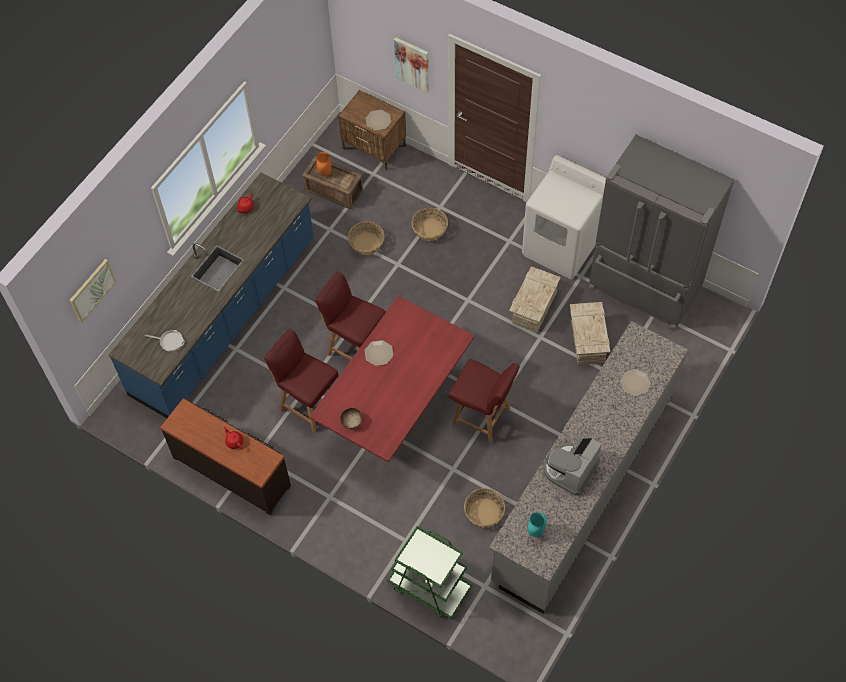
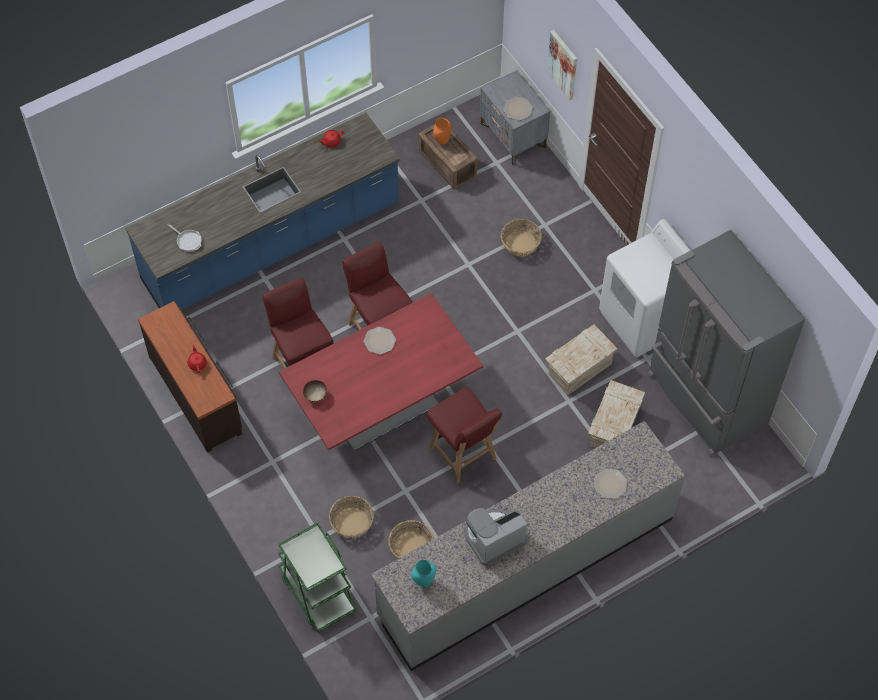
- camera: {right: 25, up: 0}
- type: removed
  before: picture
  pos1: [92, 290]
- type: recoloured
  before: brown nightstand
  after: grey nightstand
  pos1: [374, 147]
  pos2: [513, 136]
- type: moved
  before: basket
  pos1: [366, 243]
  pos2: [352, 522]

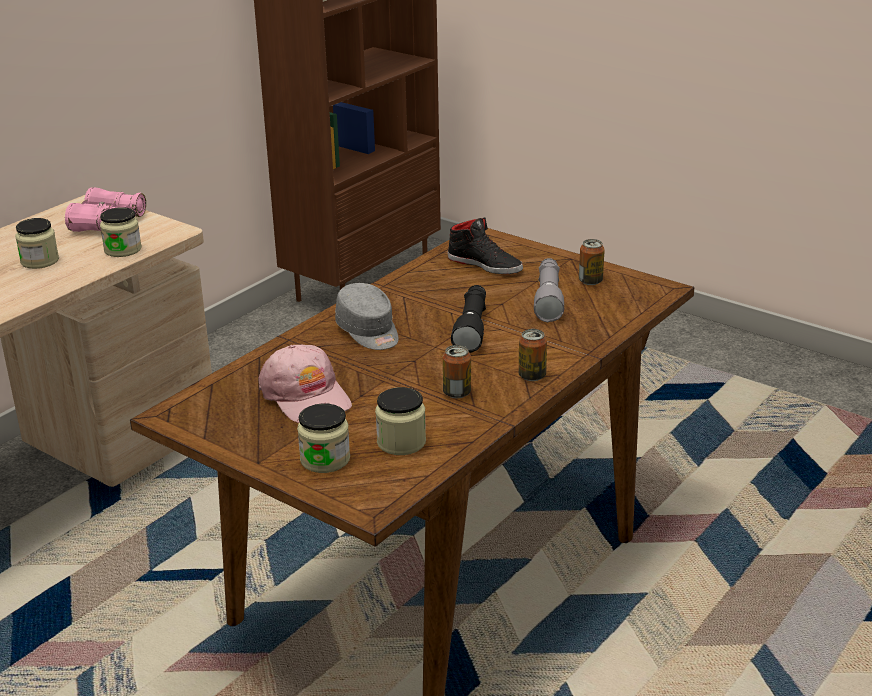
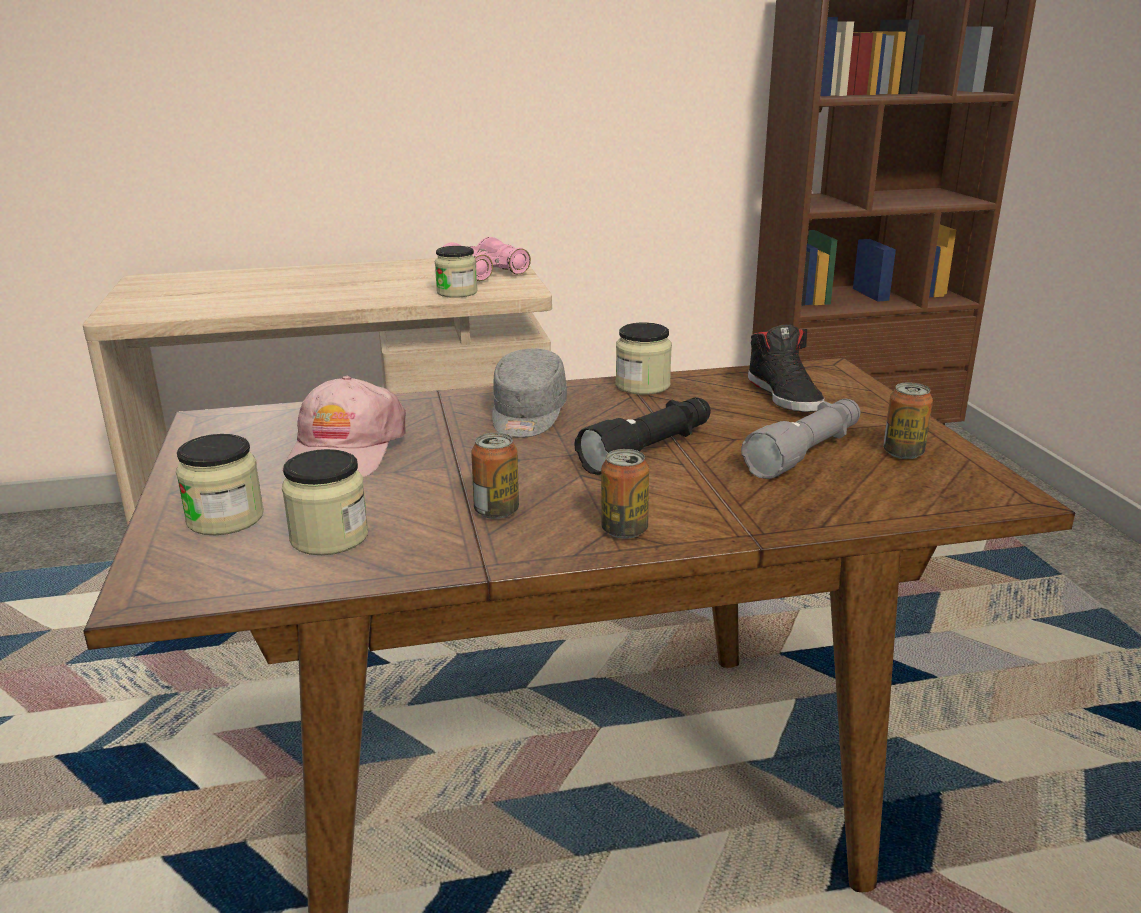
- camera: {right: 40, up: -5}
- type: moved
  before: jar
  pos1: [40, 261]
  pos2: [642, 385]

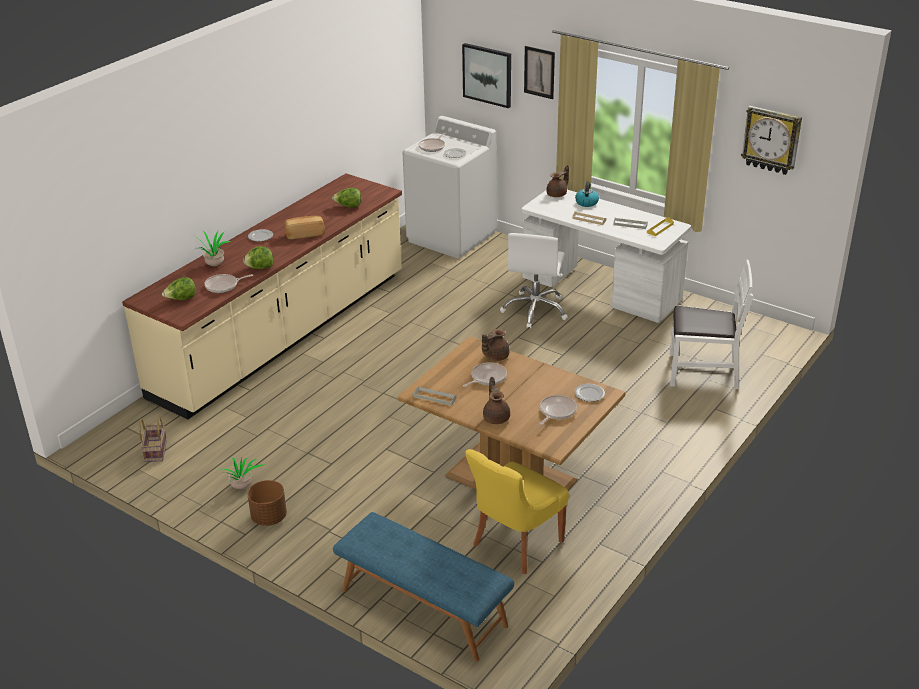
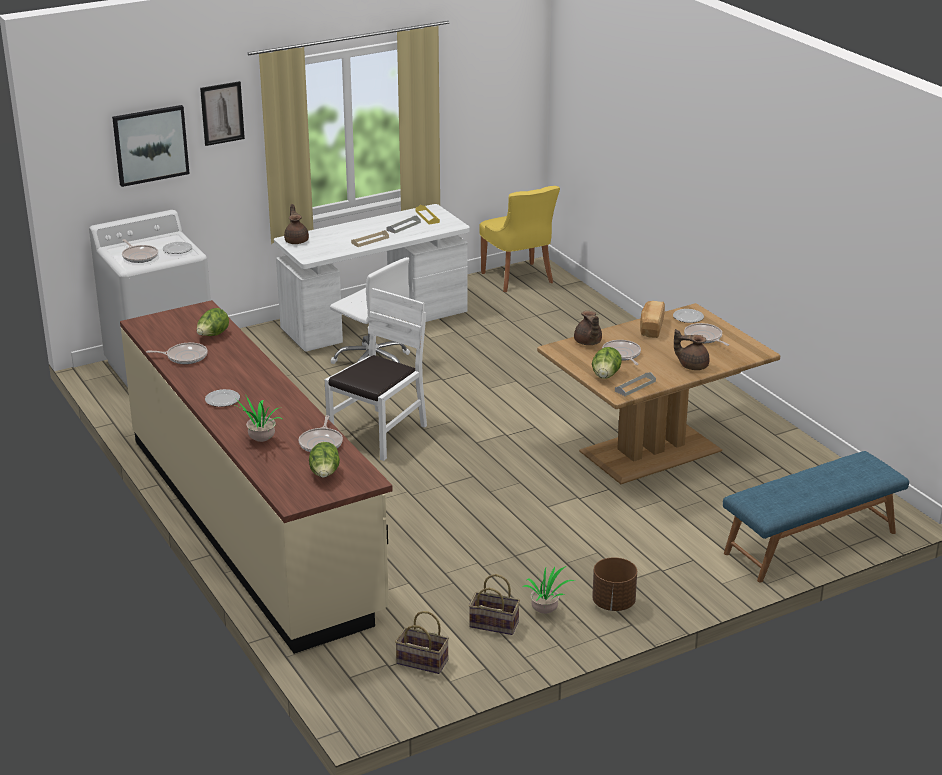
- camera: {right: -65, up: -5}
- type: moved
  before: lettuce
  pos1: [260, 268]
  pos2: [606, 376]
- type: moved
  before: bread
  pos1: [305, 234]
  pos2: [650, 328]
- type: moved
  before: yellow chair
  pos1: [515, 544]
  pos2: [519, 278]
- type: removed
  before: kettle
  pos1: [586, 202]
- type: moved
  before: white chair
  pos1: [702, 371]
  pos2: [379, 434]
- type: removed
  before: wall clock
  pos1: [771, 140]
- type: added
  after: frying pan
  pos2: [184, 357]
- type: added
  after: basket
  pos2: [495, 624]

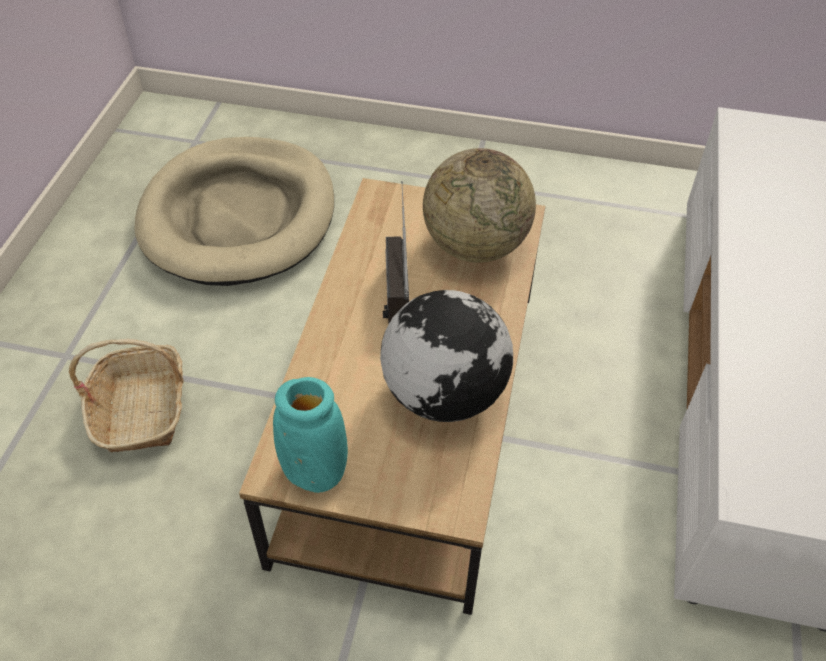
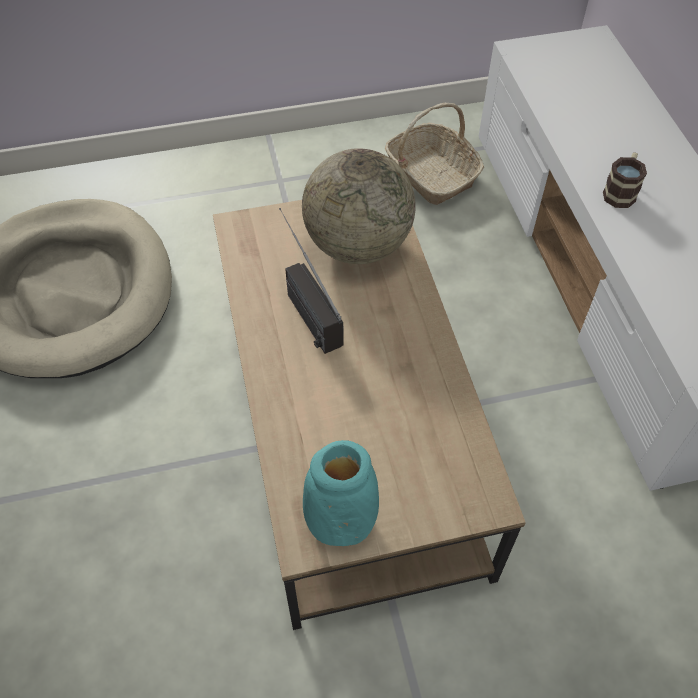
- camera: {right: -25, up: 5}
- type: moved
  before: basket
  pos1: [141, 409]
  pos2: [430, 174]
- type: removed
  before: globe
  pos1: [443, 393]
- type: added
  after: mug
  pos2: [621, 191]

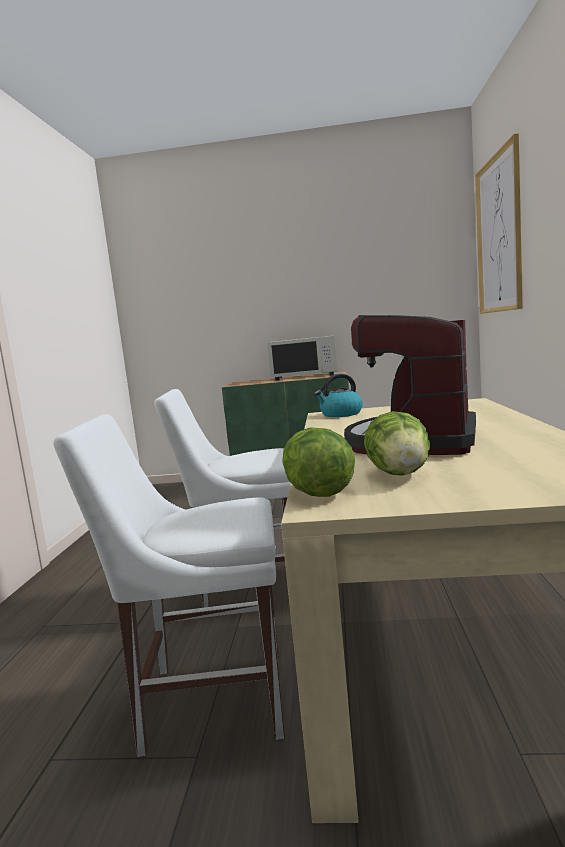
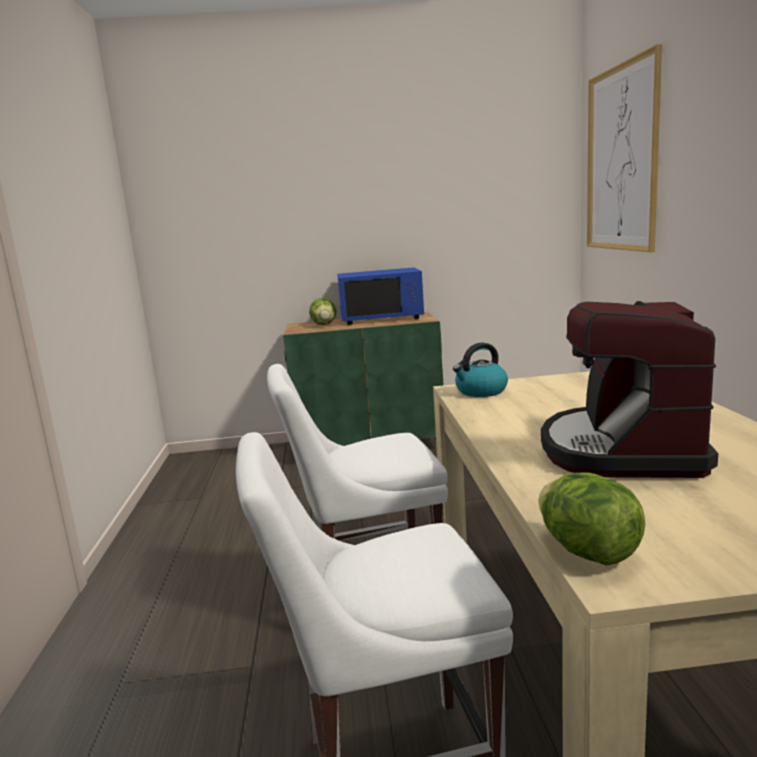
- camera: {right: -10, up: 5}
- type: recoloured
  before: white microwave
  after: blue microwave
  pos1: [305, 376]
  pos2: [381, 318]
- type: moved
  before: lettuce
  pos1: [400, 474]
  pos2: [324, 325]

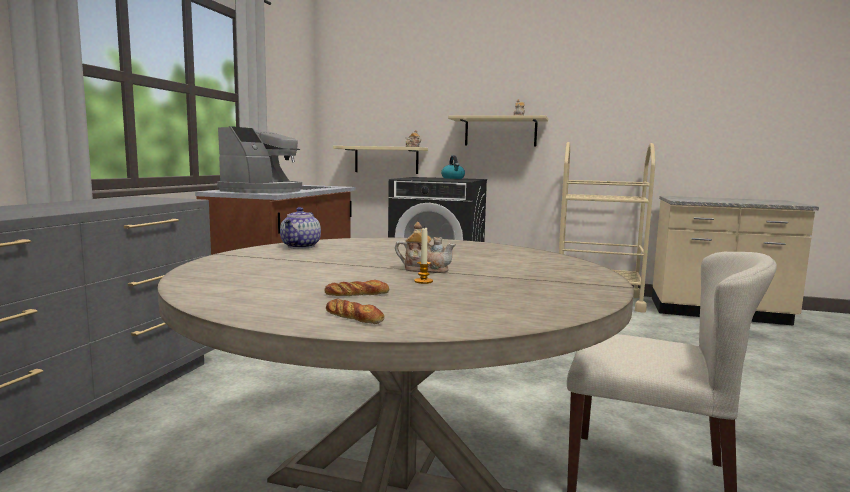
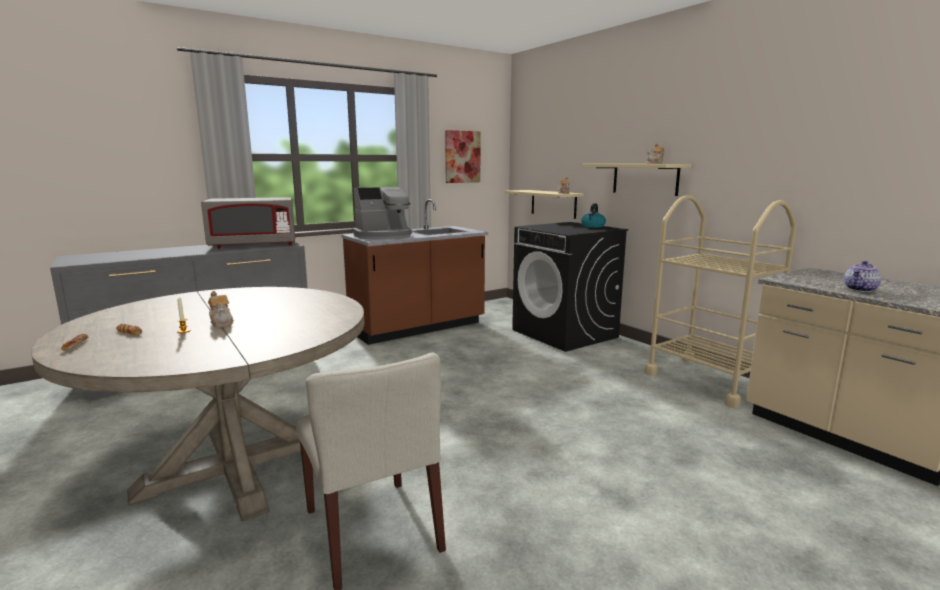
- camera: {right: 40, up: 5}
- type: moved
  before: teapot
  pos1: [301, 246]
  pos2: [861, 290]
- type: added
  after: grey microwave
  pos2: [254, 245]
- type: added
  after: picture
  pos2: [462, 157]

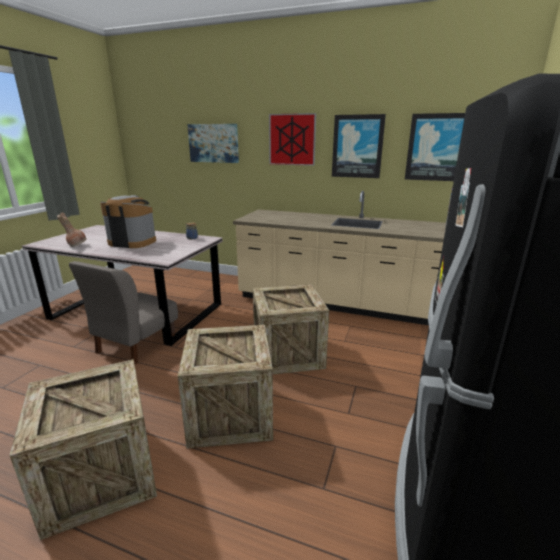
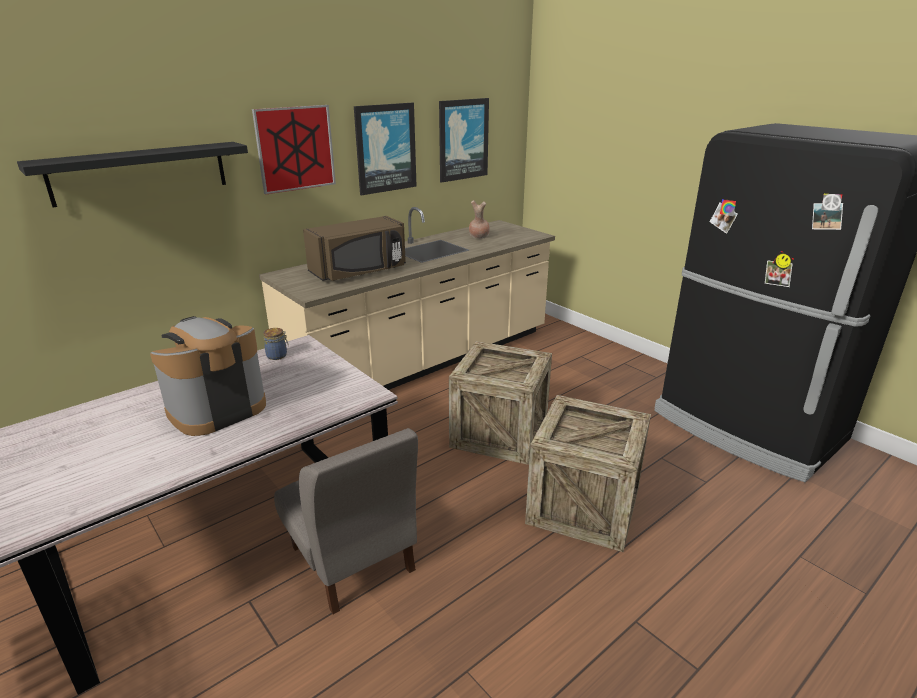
- camera: {right: -60, up: 5}
- type: removed
  before: crate
  pos1: [101, 475]
- type: moved
  before: brown vase
  pos1: [76, 245]
  pos2: [478, 237]
- type: replaced
  before: picture
  after: black shelf
  pos1: [213, 143]
  pos2: [140, 173]
- type: added
  after: brown microwave
  pos2: [360, 271]

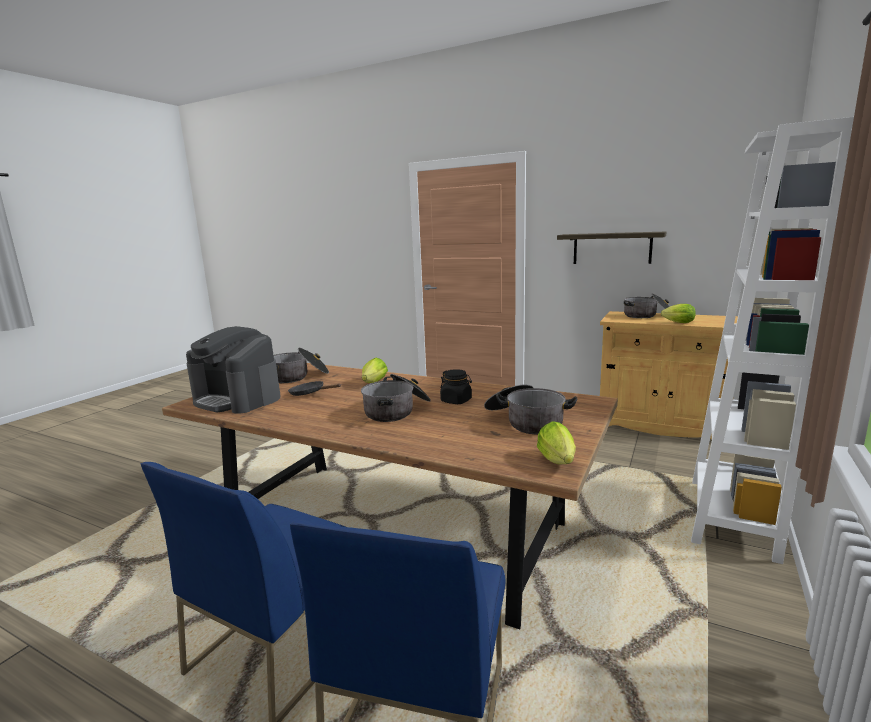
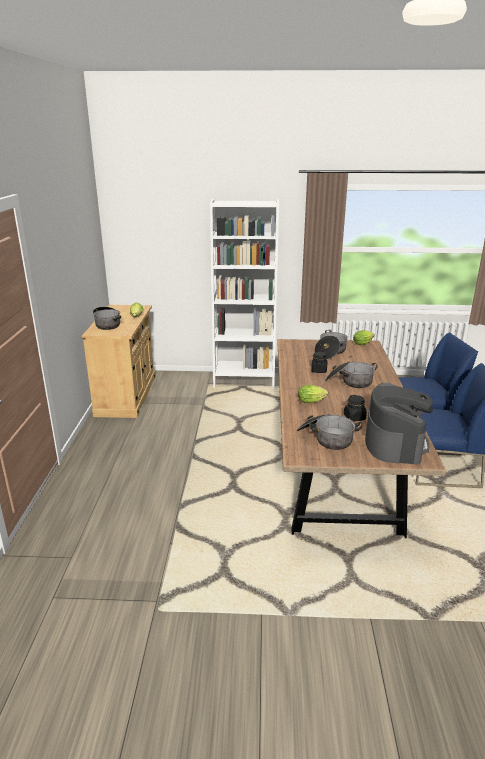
- camera: {right: -115, up: 10}
- type: replaced
  before: black frying pan
  after: black jar
  pos1: [310, 393]
  pos2: [354, 417]
- type: removed
  before: shelf
  pos1: [612, 248]

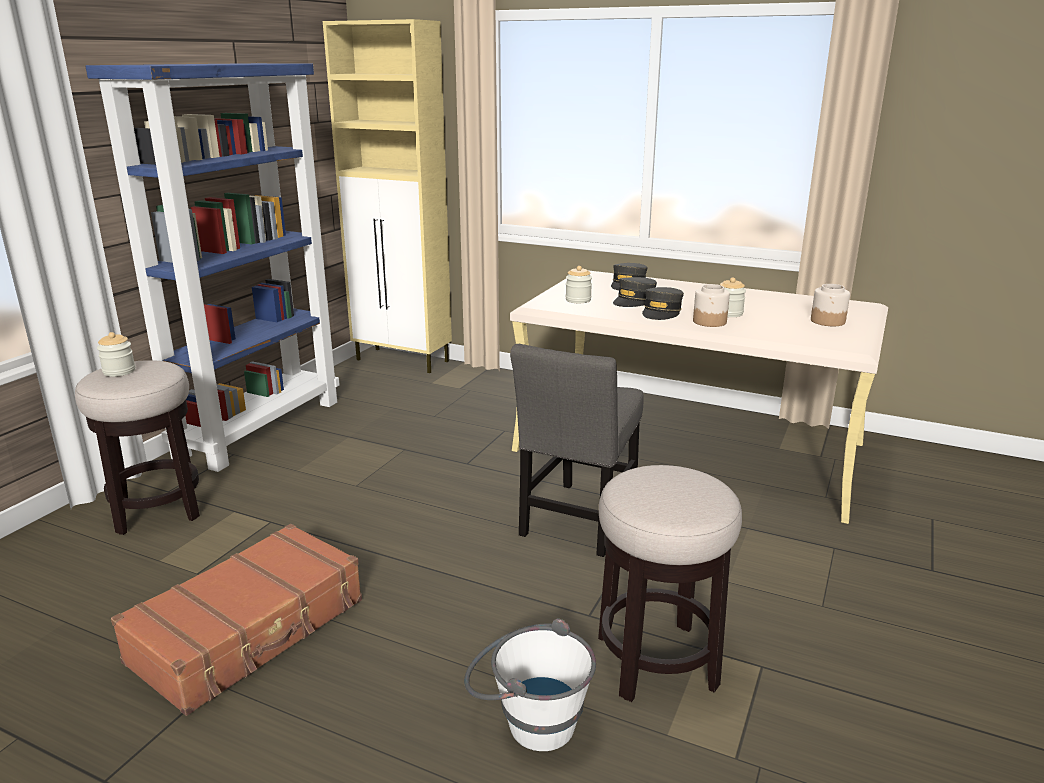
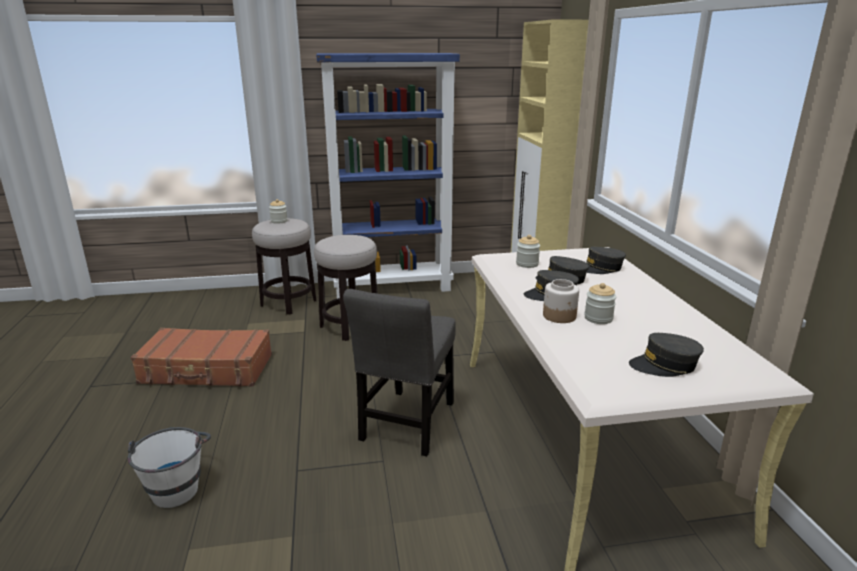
- camera: {right: 55, up: 0}
- type: turned
  before: grey chair
  pos1: [578, 521]
  pos2: [407, 424]
  turn: -60
- type: moved
  before: stool
  pos1: [656, 661]
  pos2: [350, 326]
- type: replaced
  before: jar
  after: grey cap
  pos1: [828, 321]
  pos2: [664, 365]

